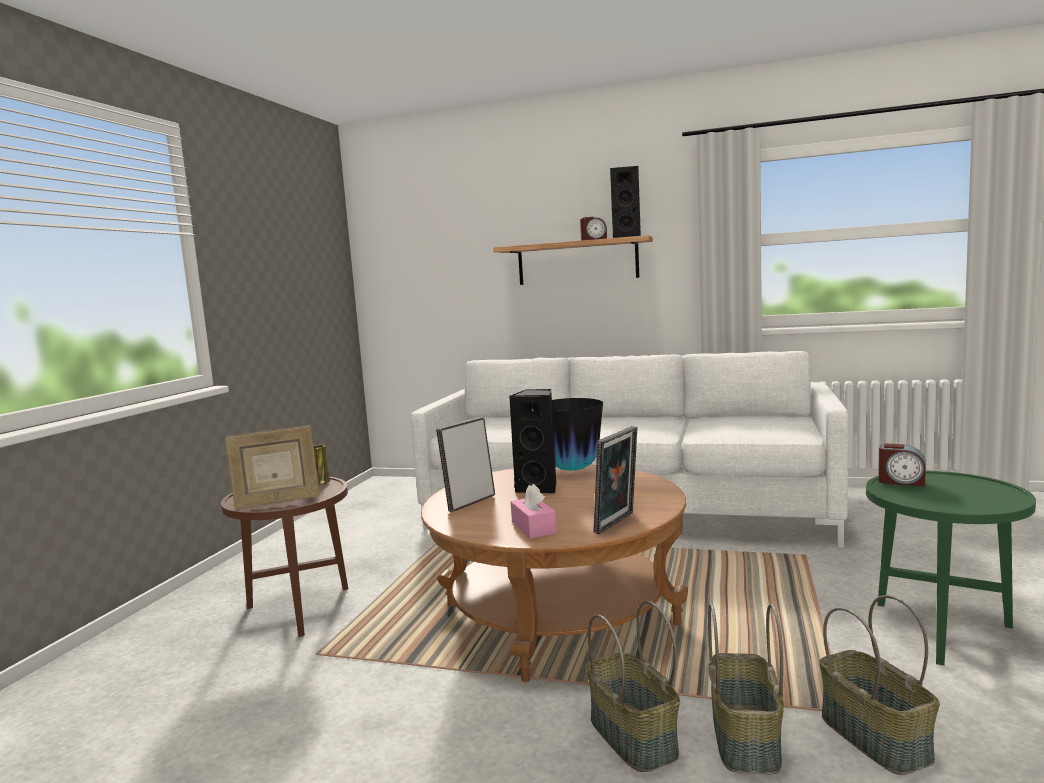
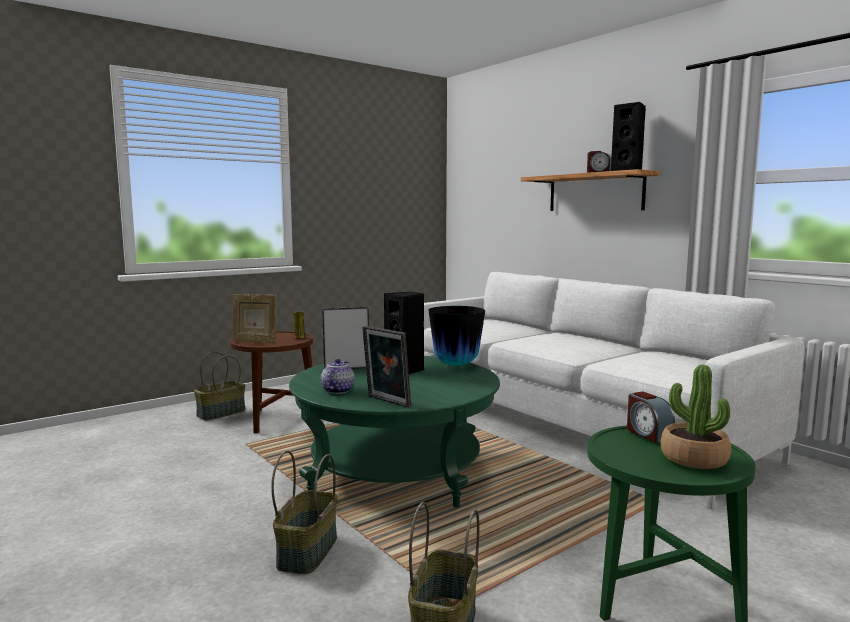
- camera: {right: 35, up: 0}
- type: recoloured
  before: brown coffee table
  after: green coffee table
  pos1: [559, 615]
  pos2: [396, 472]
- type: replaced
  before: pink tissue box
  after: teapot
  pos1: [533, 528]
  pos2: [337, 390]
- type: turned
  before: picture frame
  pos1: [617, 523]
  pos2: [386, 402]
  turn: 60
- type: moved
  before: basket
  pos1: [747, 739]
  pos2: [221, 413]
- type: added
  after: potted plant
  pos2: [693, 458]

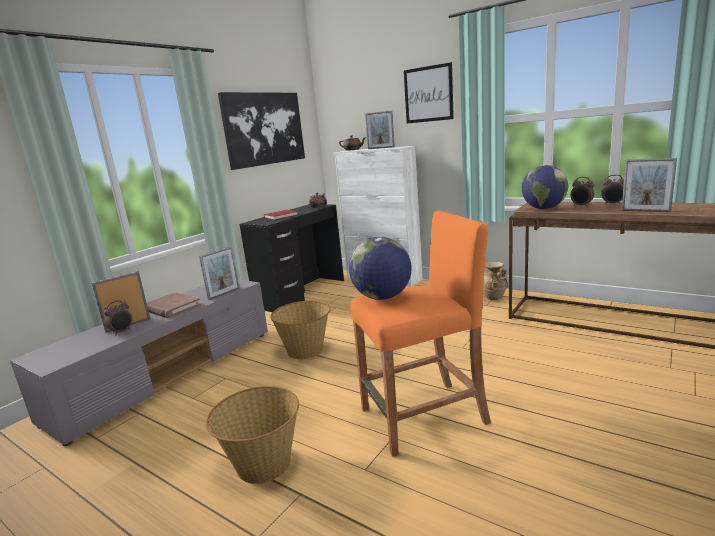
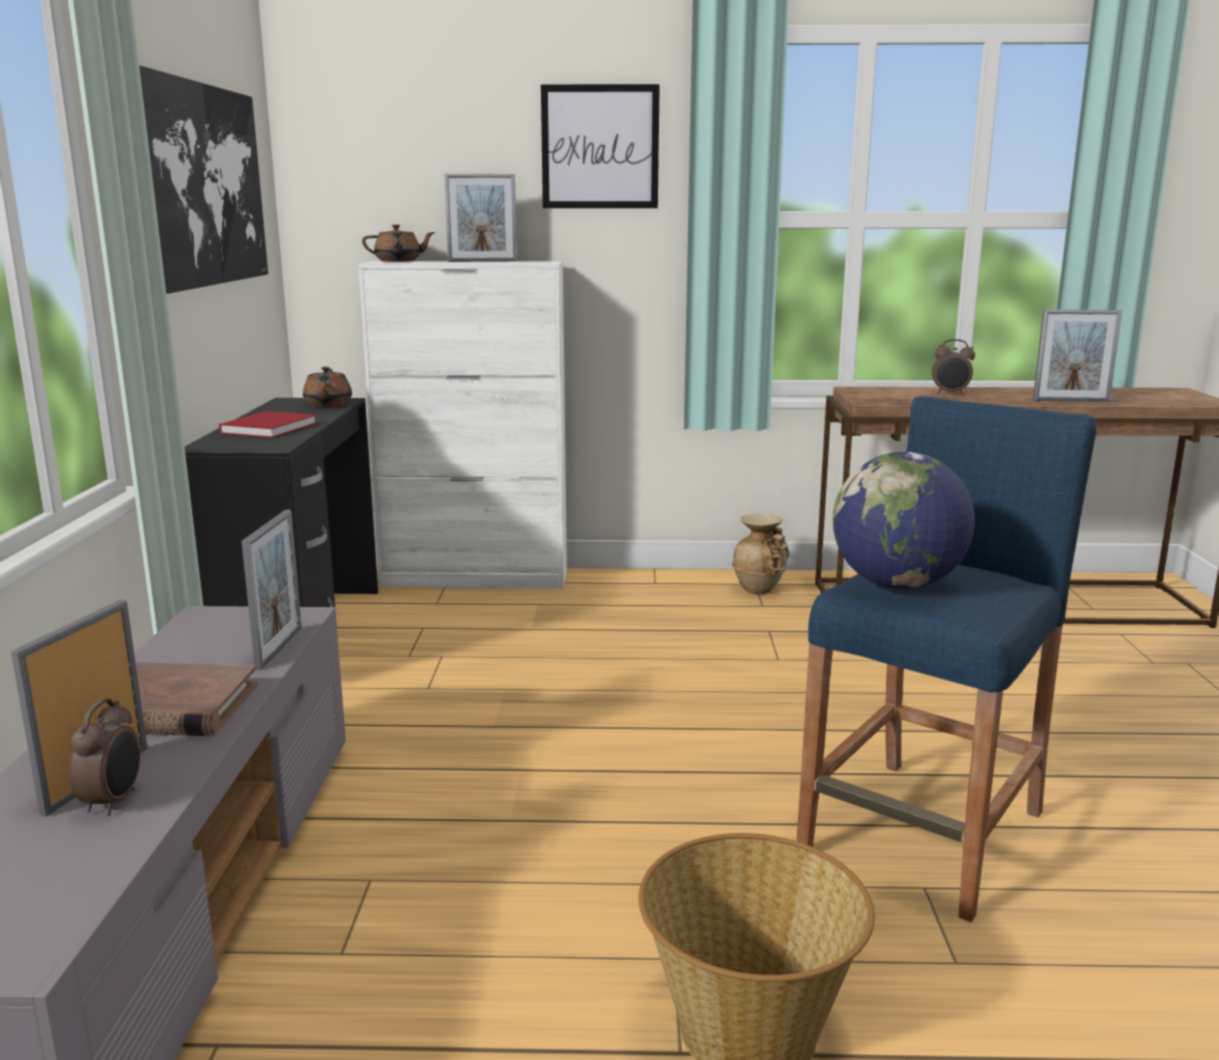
- camera: {right: -35, up: 0}
- type: removed
  before: basket
  pos1: [306, 350]
- type: recoloured
  before: orange stool
  after: blue stool
  pos1: [424, 416]
  pos2: [925, 833]
- type: removed
  before: globe
  pos1: [543, 208]
- type: removed
  before: alarm clock
  pos1: [612, 204]

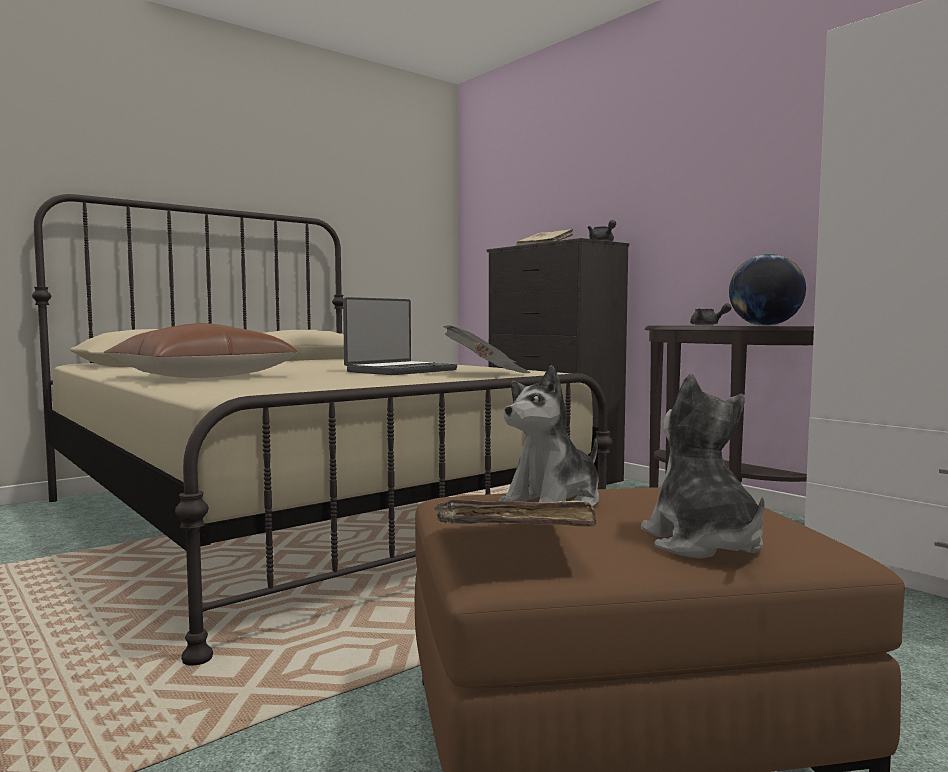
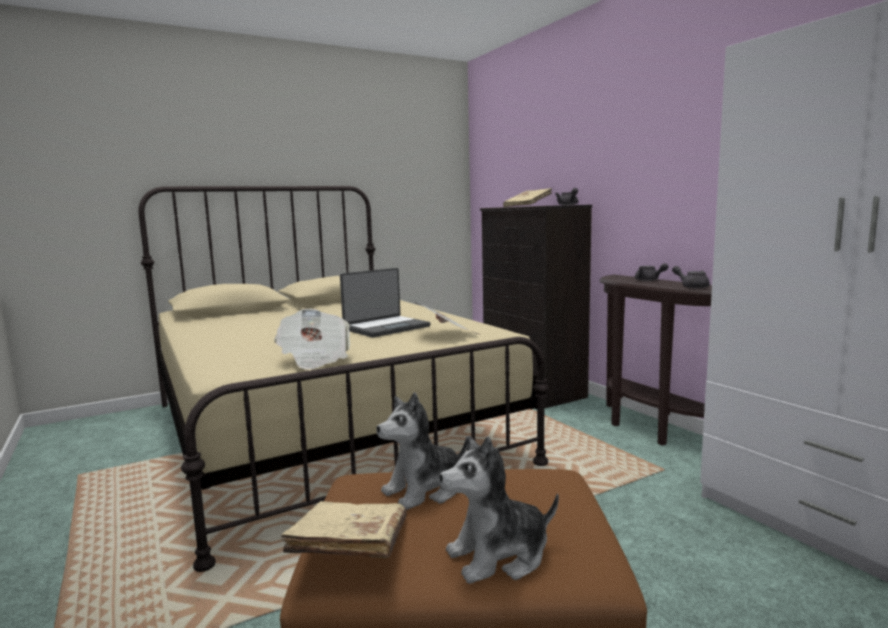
- camera: {right: 10, up: 5}
- type: removed
  before: brown pillow
  pos1: [202, 376]
- type: turned
  before: plush toy
  pos1: [702, 544]
  pos2: [499, 556]
  turn: -105
- type: replaced
  before: globe
  after: grey teapot
  pos1: [765, 325]
  pos2: [692, 286]
- type: added
  after: newspaper
  pos2: [315, 359]

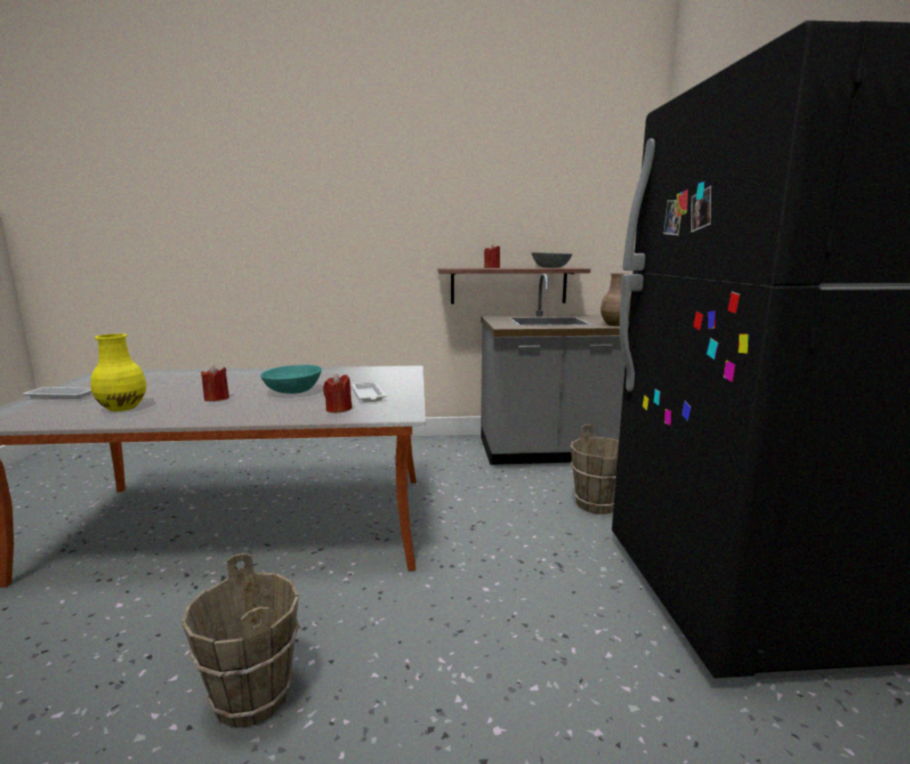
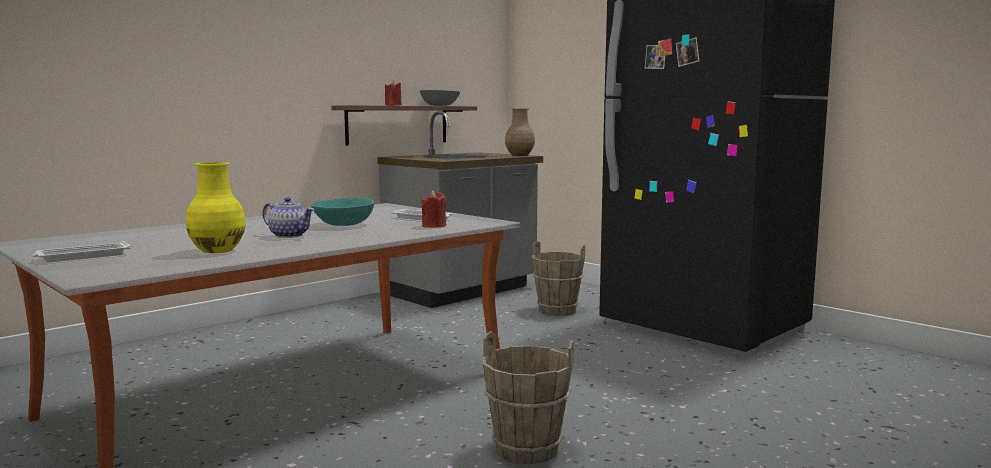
- camera: {right: -40, up: -5}
- type: replaced
  before: red candle
  after: teapot
  pos1: [216, 398]
  pos2: [289, 235]

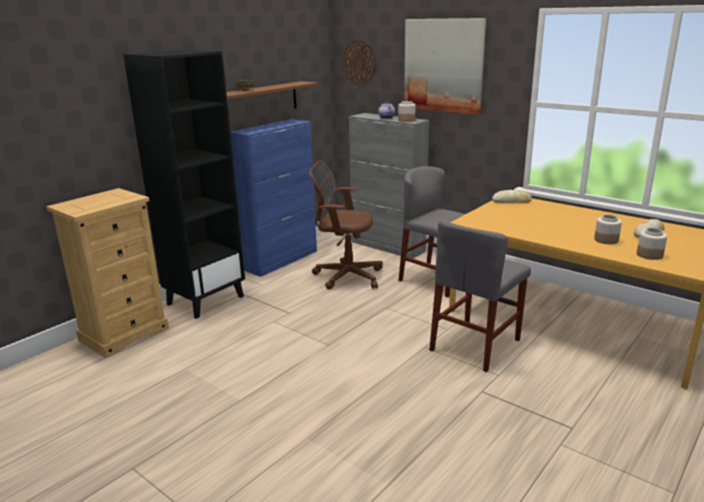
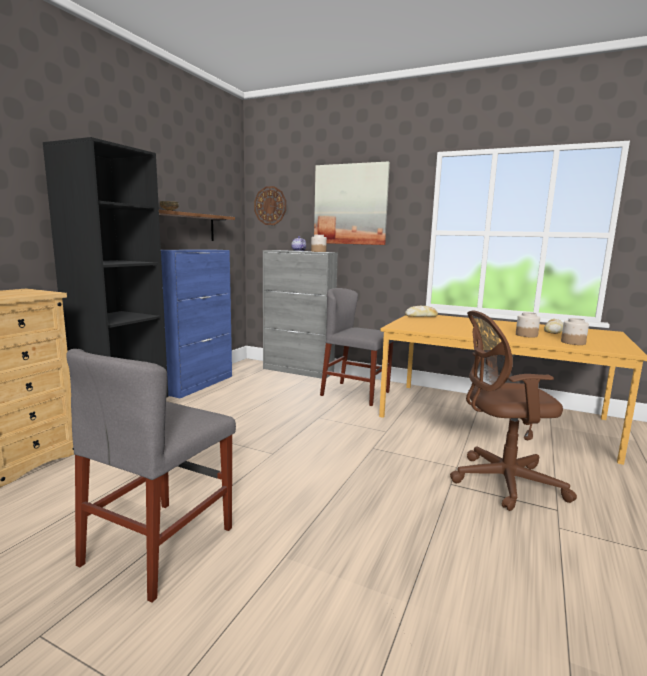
- camera: {right: -15, up: -10}
- type: moved
  before: brown office chair
  pos1: [345, 276]
  pos2: [501, 482]
- type: moved
  before: grey chair
  pos1: [475, 345]
  pos2: [159, 545]

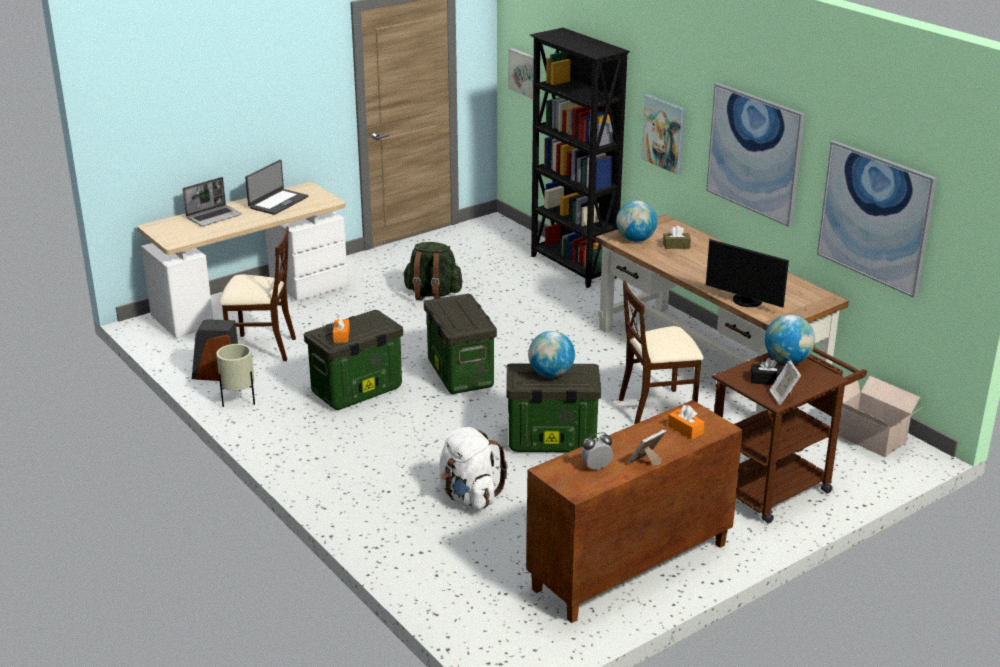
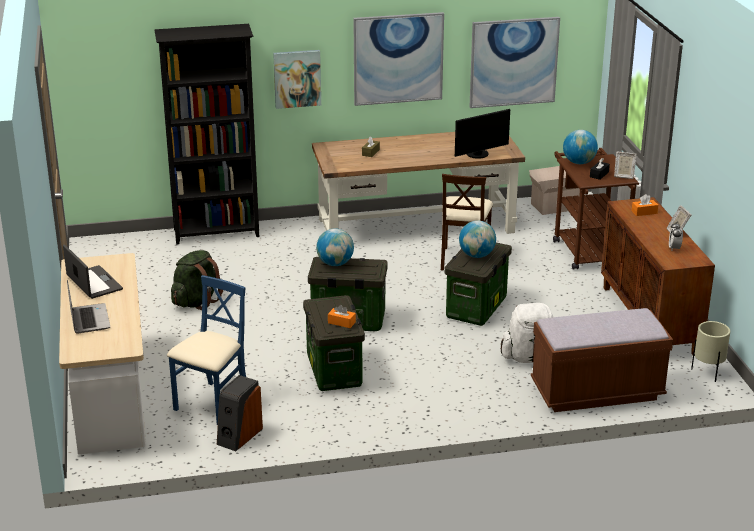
- camera: {right: -65, up: 0}
- type: moved
  before: beige planter
  pos1: [238, 401]
  pos2: [708, 373]
- type: recoloured
  before: beige chair
  after: blue chair
  pos1: [261, 348]
  pos2: [212, 404]
- type: removed
  before: picture
  pos1: [524, 73]
- type: moved
  before: globe
  pos1: [635, 240]
  pos2: [335, 264]
- type: added
  after: brown bench
  pos2: [597, 392]

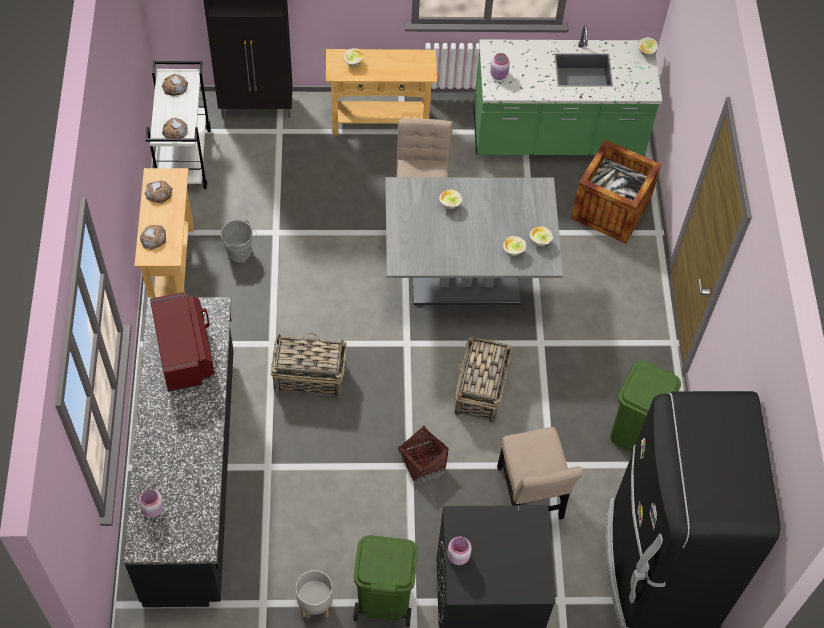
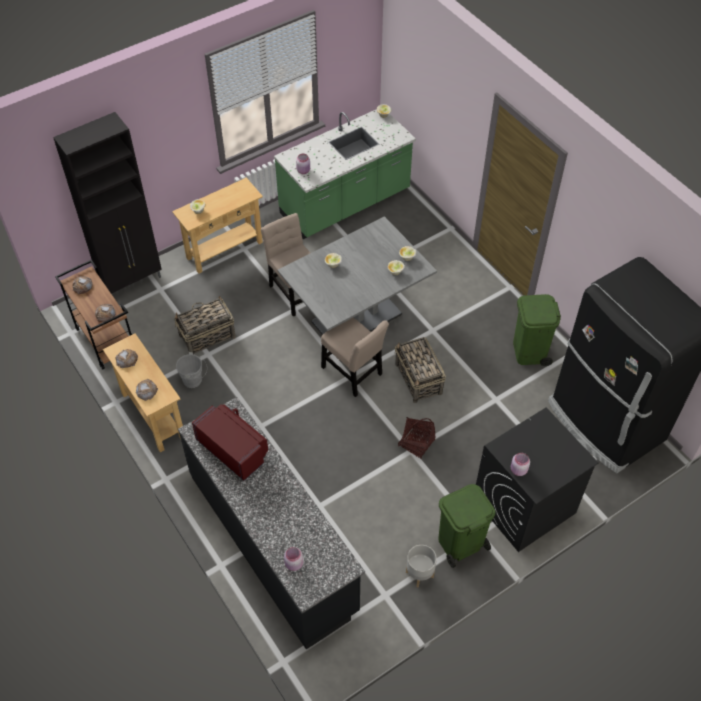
- camera: {right: -30, up: -5}
- type: recoloured
  before: white cart
  after: brown cart
  pos1: [184, 158]
  pos2: [105, 340]
- type: moved
  before: basket
  pos1: [309, 377]
  pos2: [206, 336]
- type: moved
  before: beige chair
  pos1: [530, 497]
  pos2: [353, 373]
- type: removed
  before: crate
  pos1: [610, 209]

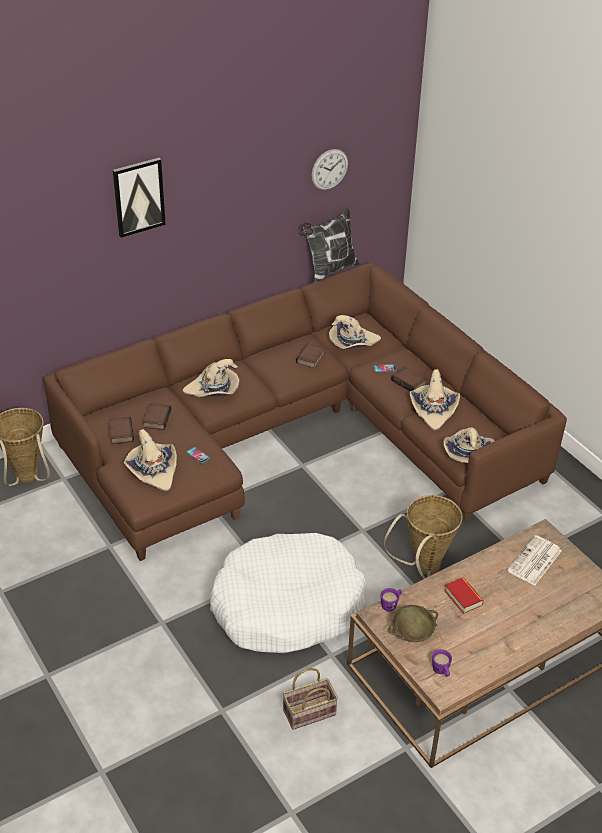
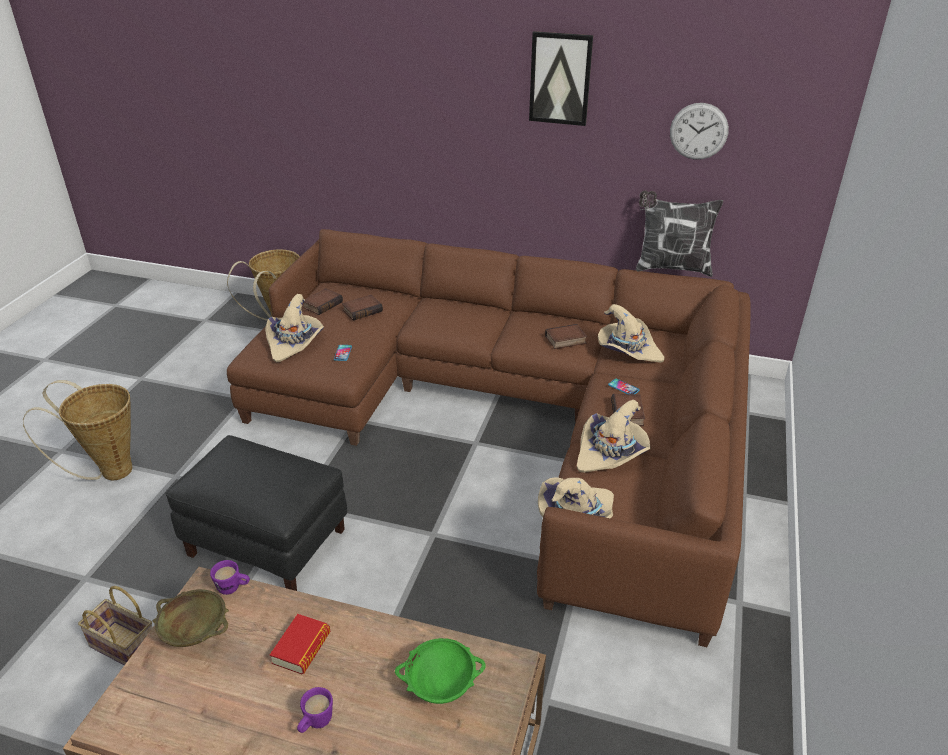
- camera: {right: 50, up: -5}
- type: moved
  before: picture
  pos1: [138, 197]
  pos2: [560, 78]
- type: removed
  before: beige hat
  pos1: [214, 390]
- type: replaced
  before: white dog bed
  after: black ottoman
  pos1: [286, 606]
  pos2: [268, 541]
- type: moved
  before: basket
  pos1: [423, 569]
  pos2: [110, 471]
- type: moved
  before: purple mug
  pos1: [441, 672]
  pos2: [315, 723]
- type: replaced
  before: newspaper
  after: green bowl
  pos1: [534, 561]
  pos2: [440, 686]

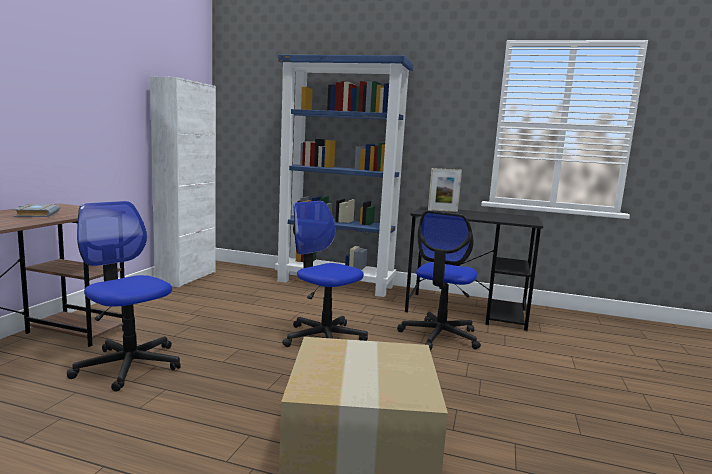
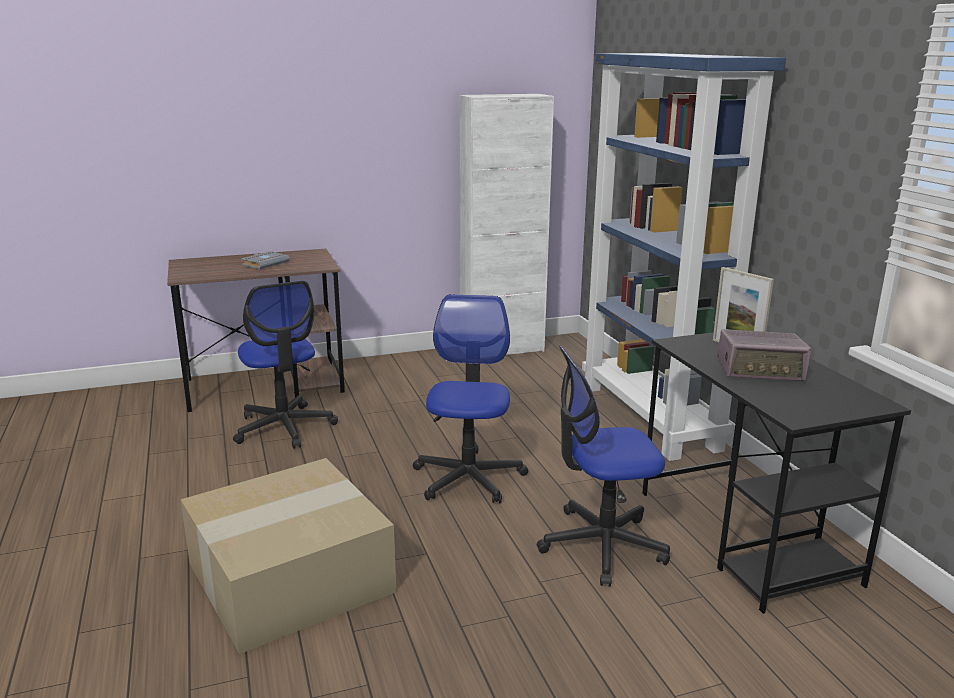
- camera: {right: 55, up: 10}
- type: turned
  before: office chair
  pos1: [129, 365]
  pos2: [284, 427]
  turn: 150
- type: added
  after: radio
  pos2: [760, 371]

